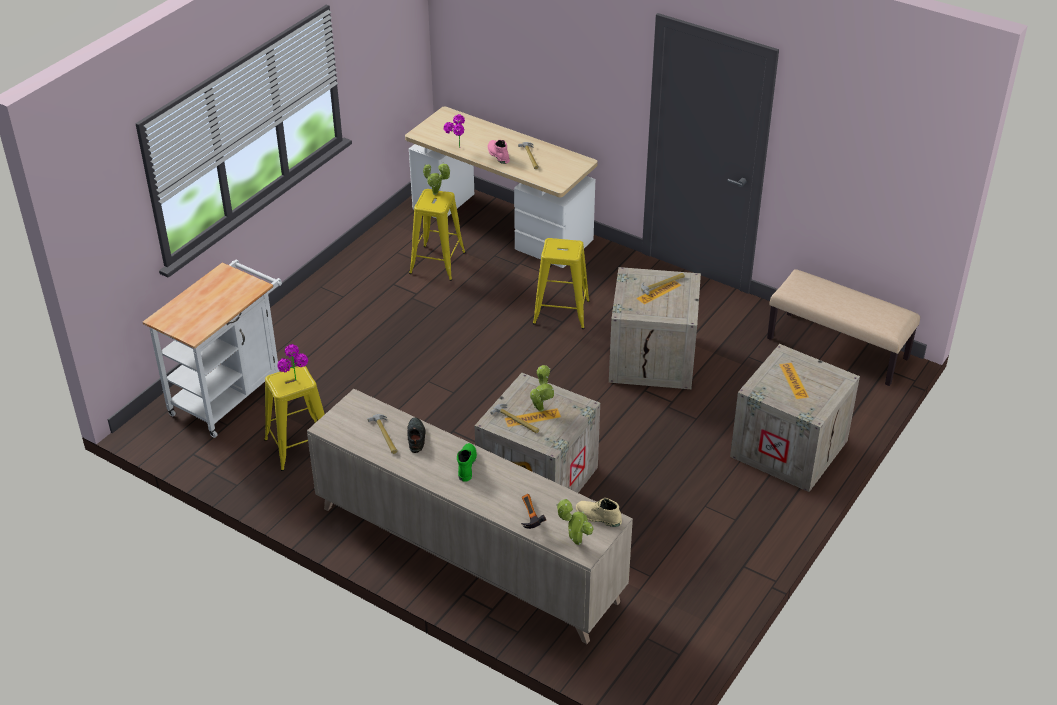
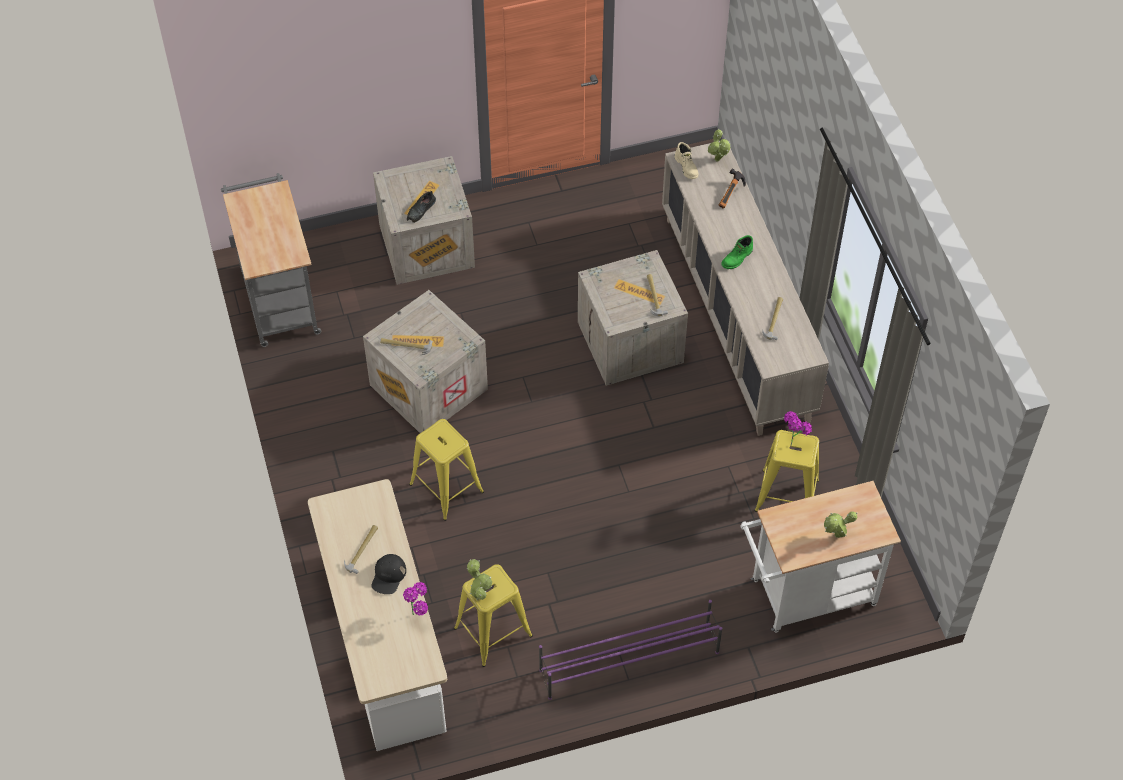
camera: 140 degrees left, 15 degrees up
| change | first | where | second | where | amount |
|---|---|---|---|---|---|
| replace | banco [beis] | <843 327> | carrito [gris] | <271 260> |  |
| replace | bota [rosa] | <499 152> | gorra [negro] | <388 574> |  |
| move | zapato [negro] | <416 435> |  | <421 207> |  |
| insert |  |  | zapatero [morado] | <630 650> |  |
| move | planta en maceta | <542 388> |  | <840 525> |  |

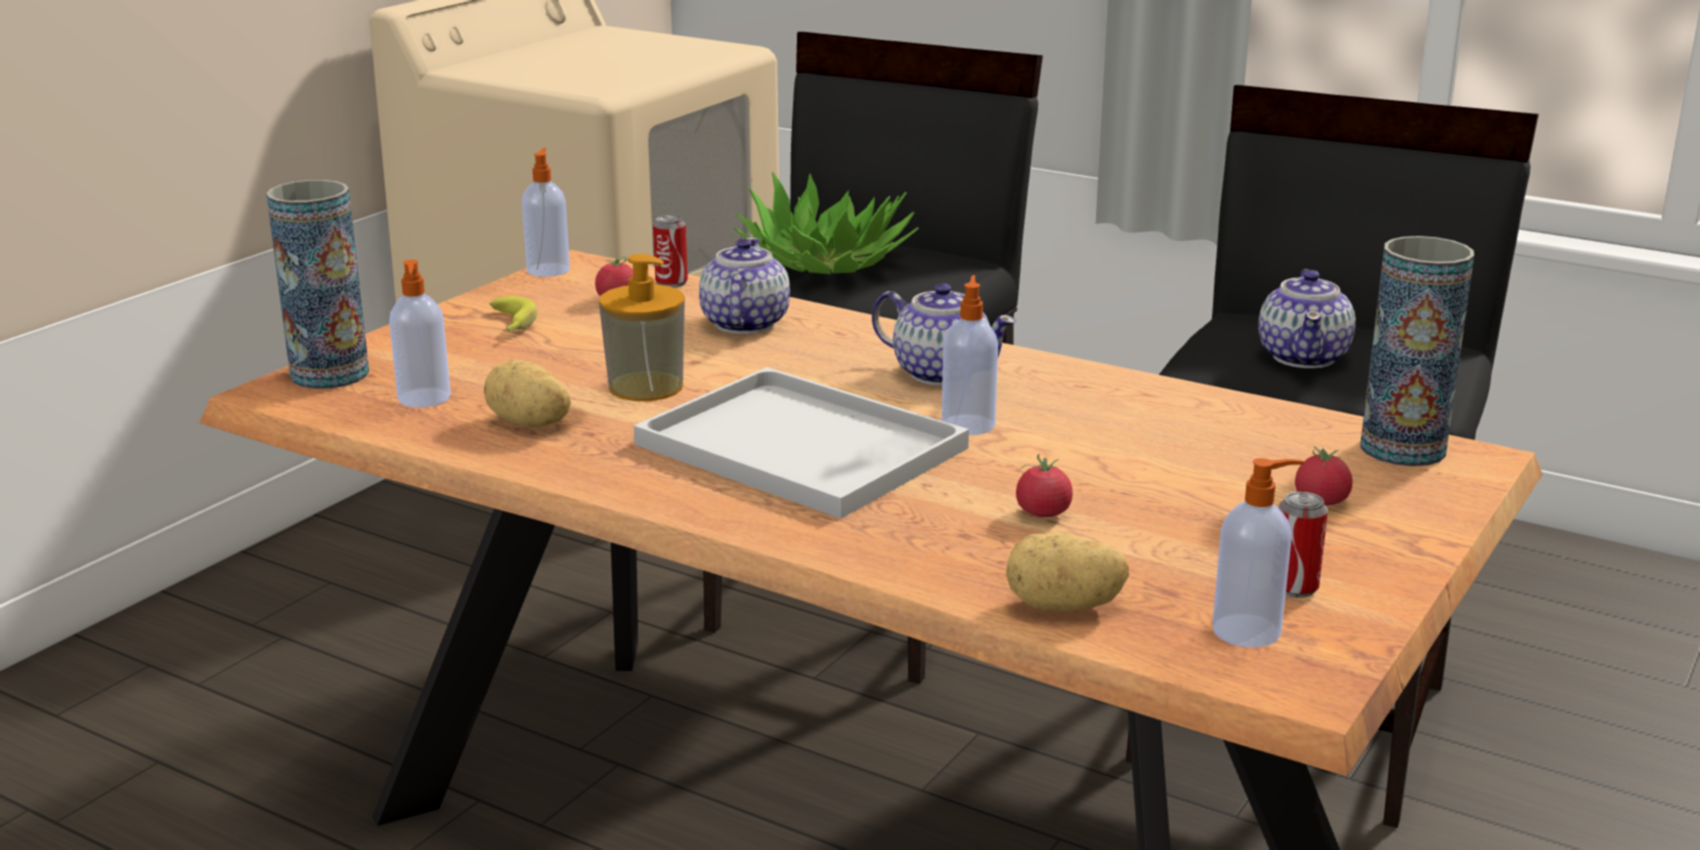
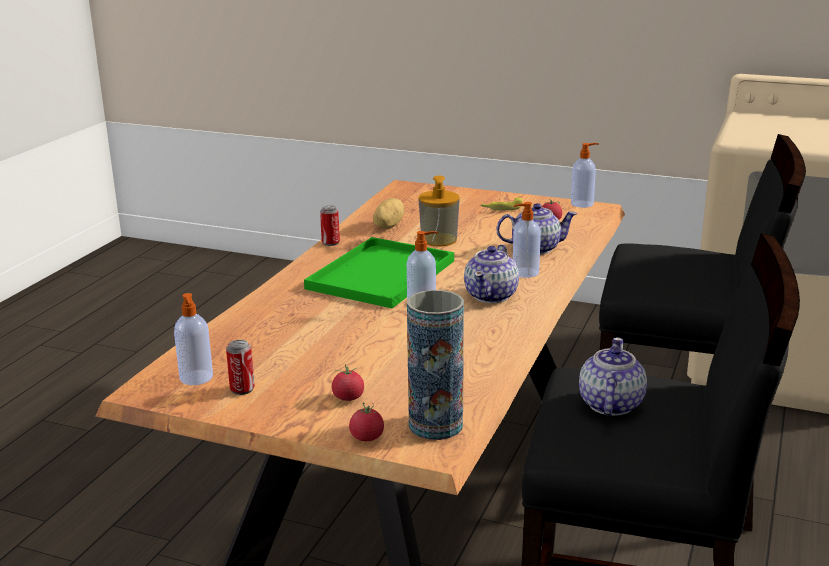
camera: 80 degrees right, 0 degrees up
| change | first | where | second | where | amount |
|---|---|---|---|---|---|
| recolor | bandeja [blanco] | <801 443> | bandeja [verde] | <379 272> |  |
| move | lata | <670 251> |  | <330 225> |  |
| move | tomate | <1044 485> |  | <366 422> |  |
| move | dispensador de jabón | <420 334> |  | <527 240> |  |
| rotate | tetera | <1307 318> |  | <613 377> | 105 degrees clockwise |
| delete | florero | <317 284> |  |  |  |
| delete | planta en maceta | <826 223> |  |  |  |
| delete | patata | <1067 572> |  |  |  |

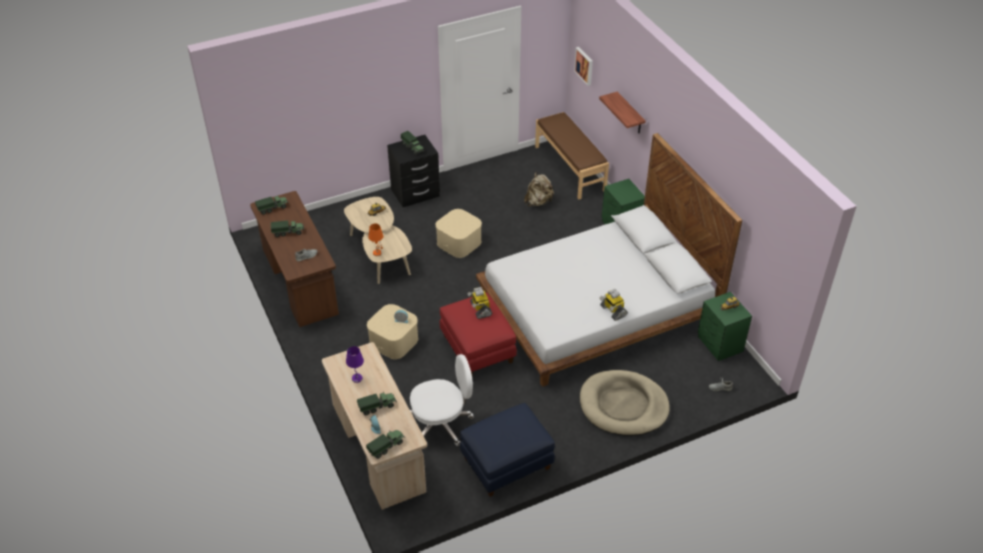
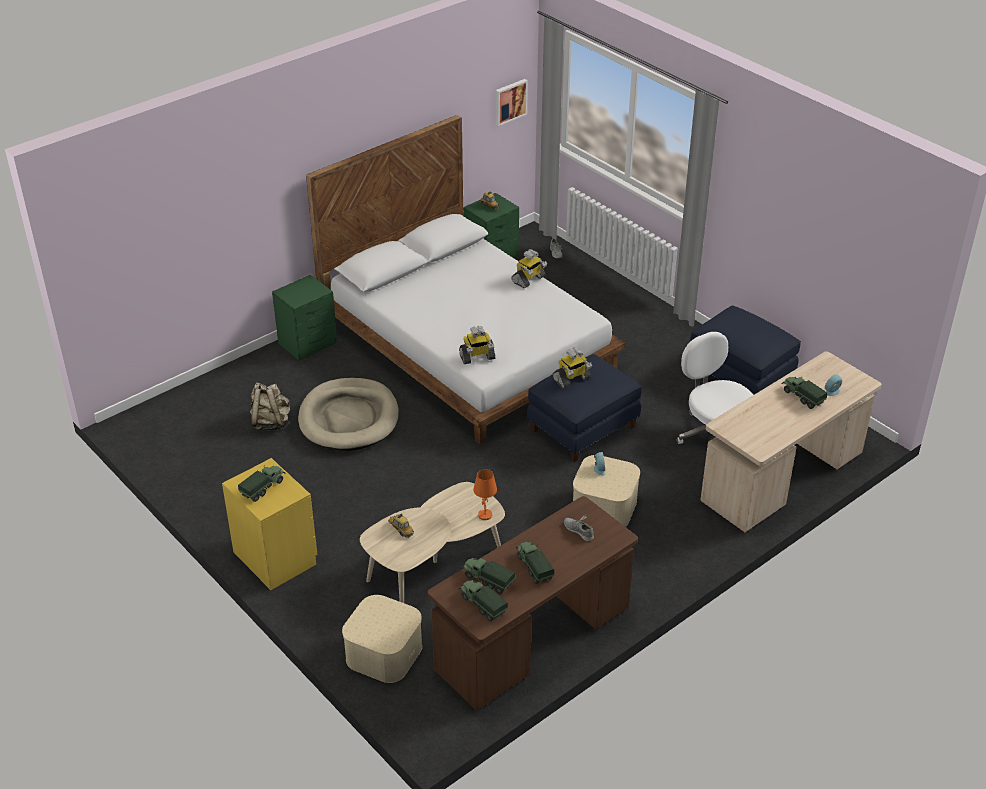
camera: 105 degrees left, 5 degrees down
| change | first | where | second | where | amount |
|---|---|---|---|---|---|
| recolor | mesita de noche [negro] | <413 171> | mesita de noche [amarillo] | <269 524> |  |
| move | cama para perro [beis] | <625 403> |  | <348 414> |  |
| move | caja de almacenaje [beis] | <459 233> |  | <382 639> |  |
| insert |  |  | robot de juguete | <477 345> |  |
| move | camión de juguete | <385 444> |  | <488 575> |  |
| move | cuadro | <583 66> |  | <512 102> |  |
| recolor | puf [rojo] | <478 333> | puf [azul] | <584 408> |  |
| delete | lámpara de mesa [morado] | <355 364> |  |  |  |
| delete | banco [marrón] | <572 156> |  |  |  |
| delete | estante | <622 112> |  |  |  |

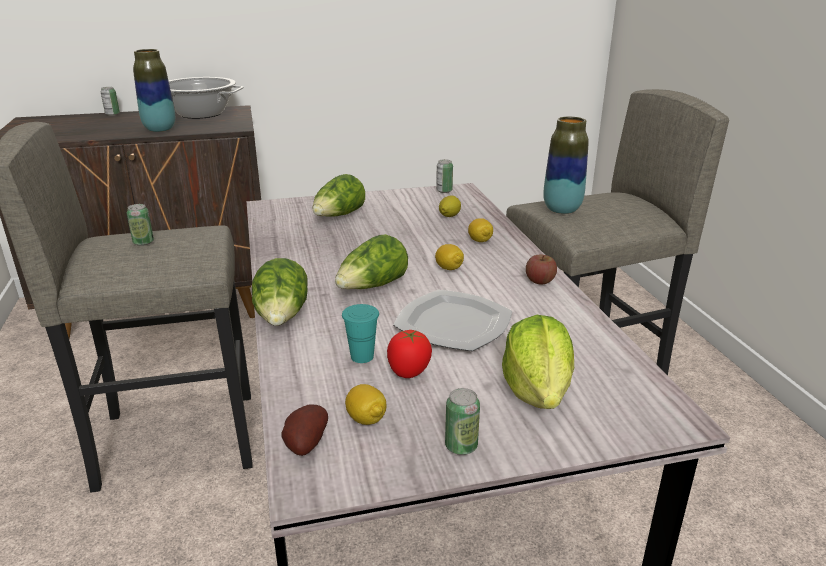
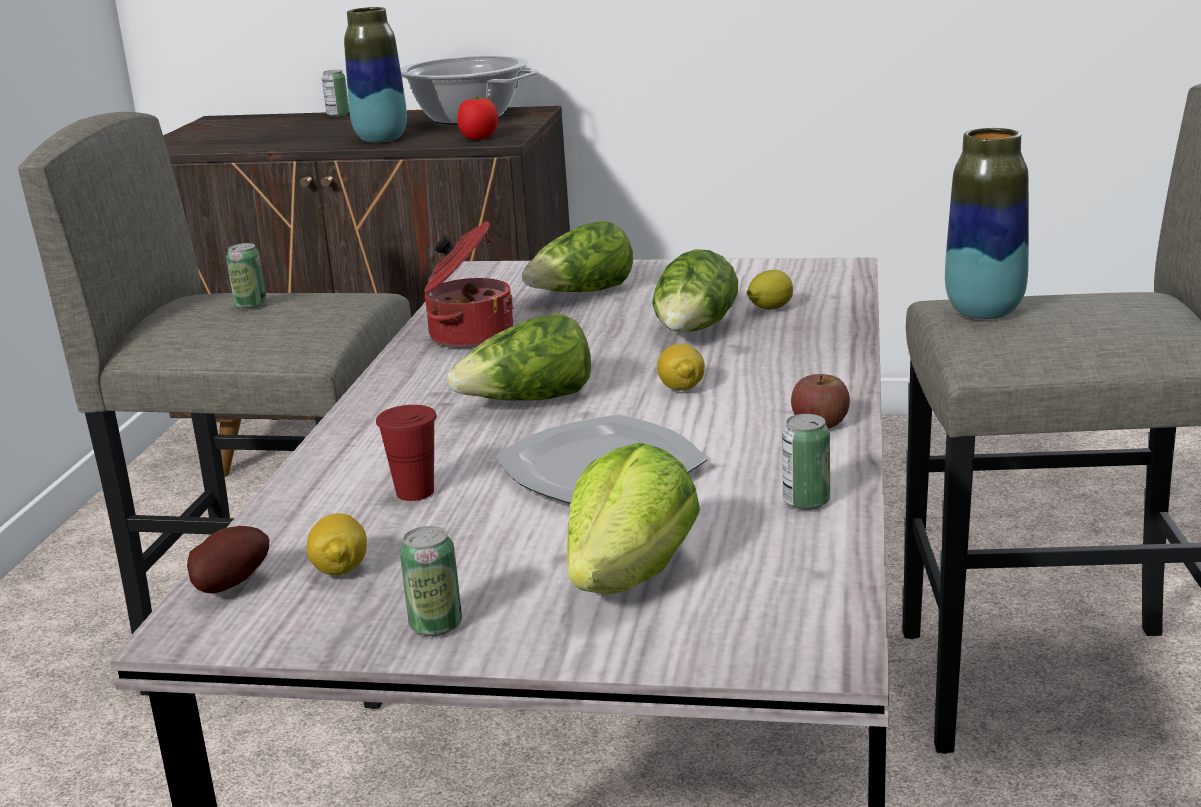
camera: 25 degrees right, 5 degrees down
| change | first | where | second | where | amount |
|---|---|---|---|---|---|
| recolor | taza [turquesa] | <360 333> | taza [rojo] | <406 453> |  |
| insert |  |  | olla | <469 284> |  |
| move | tomate | <409 354> |  | <477 118> |  |
| move | lechuga | <280 292> |  | <695 290> |  |
| move | lata | <444 176> |  | <806 462> |  |
| delete | limón | <480 230> |  |  |  |

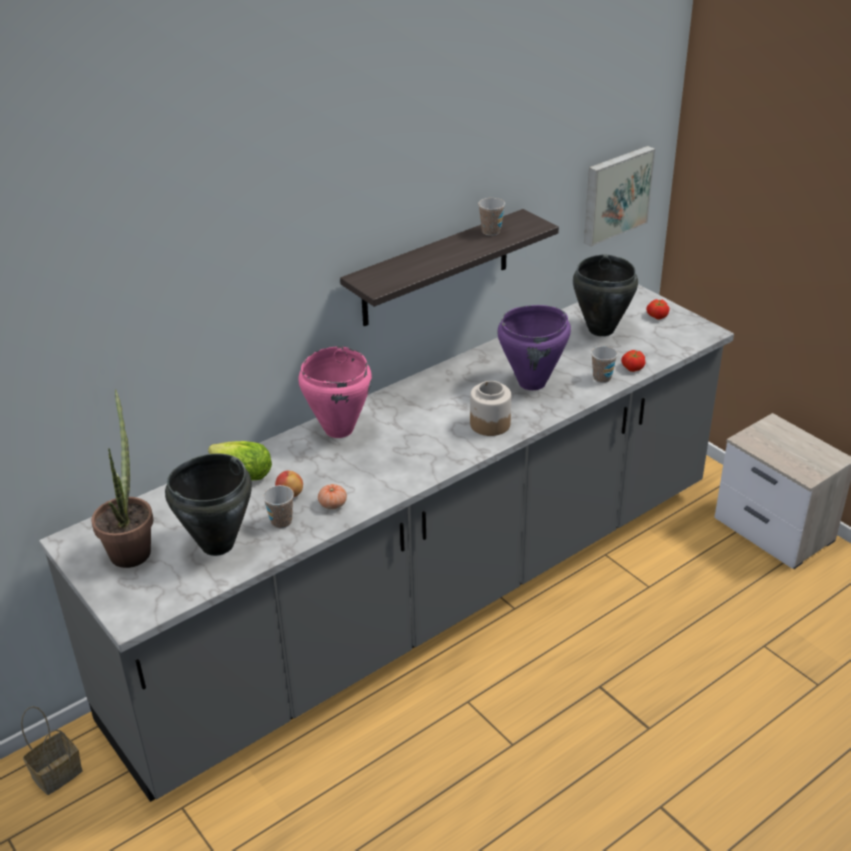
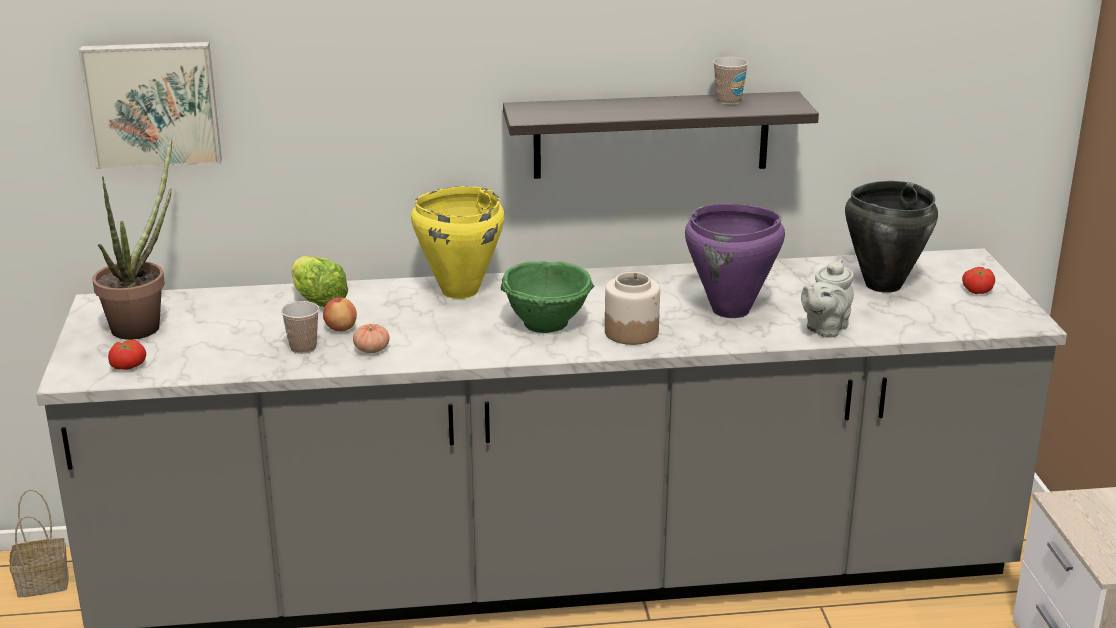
camera: 30 degrees right, 10 degrees down
| change | first | where | second | where | amount |
|---|---|---|---|---|---|
| move | cuadro | <619 196> |  | <150 105> |  |
| move | tomate | <633 361> |  | <127 354> |  |
| recolor | olla [rosa] | <335 392> | olla [amarillo] | <458 242> |  |
| insert |  |  | cuenco [verde] | <547 297> |  |
| replace | taza | <604 364> | tetera [gris] | <827 298> |  |
| delete | olla [negro] | <208 504> |  |  |  |

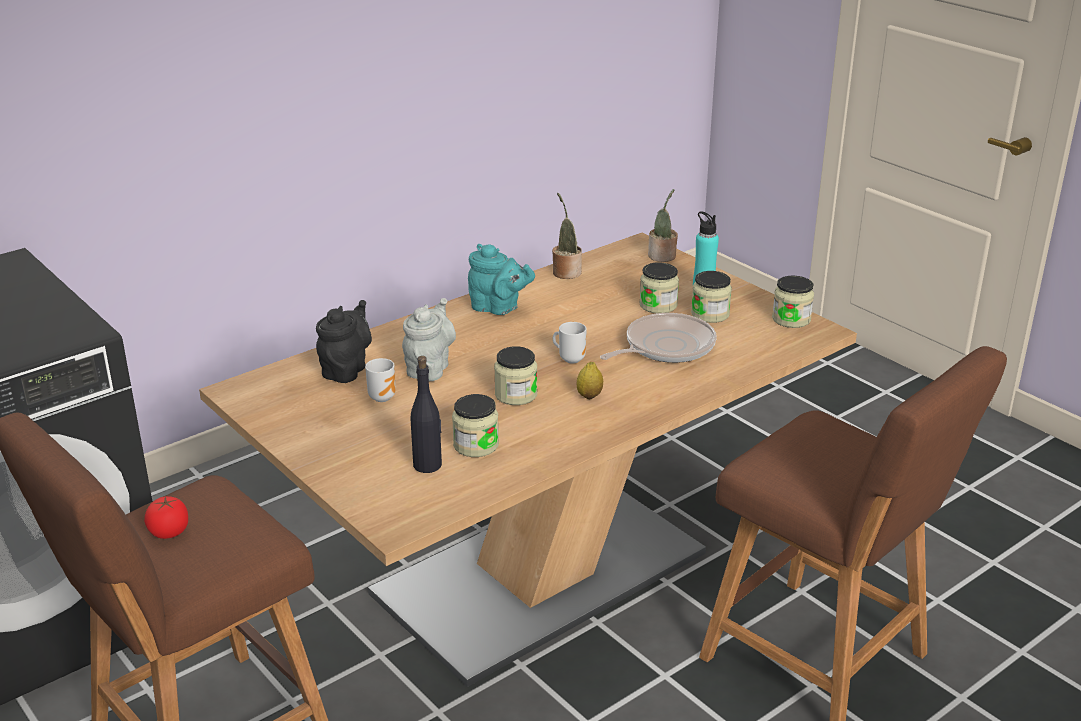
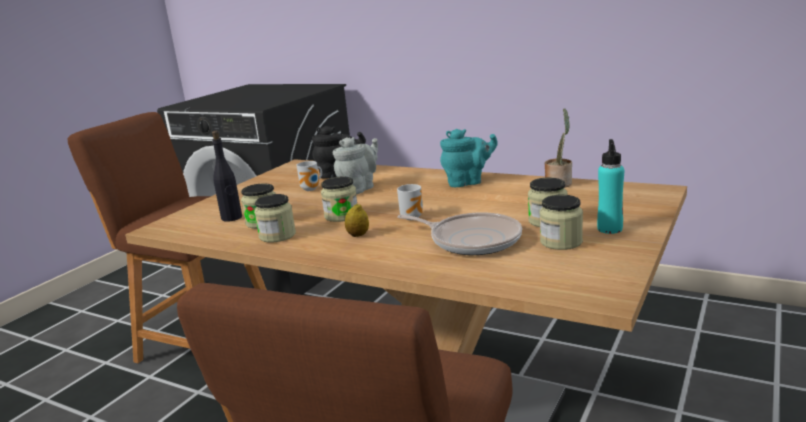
camera: 70 degrees right, 10 degrees down
| change | first | where | second | where | amount |
|---|---|---|---|---|---|
| move | tarro | <793 302> |  | <275 218> |  |
| rotate | tetera [gris] | <429 339> |  | <355 166> | 45 degrees counterclockwise |
| rotate | tetera [turquesa] | <501 279> |  | <469 158> | 105 degrees counterclockwise |
| delete | tomate | <166 517> |  |  |  |
| delete | planta en maceta | <663 225> |  |  |  |

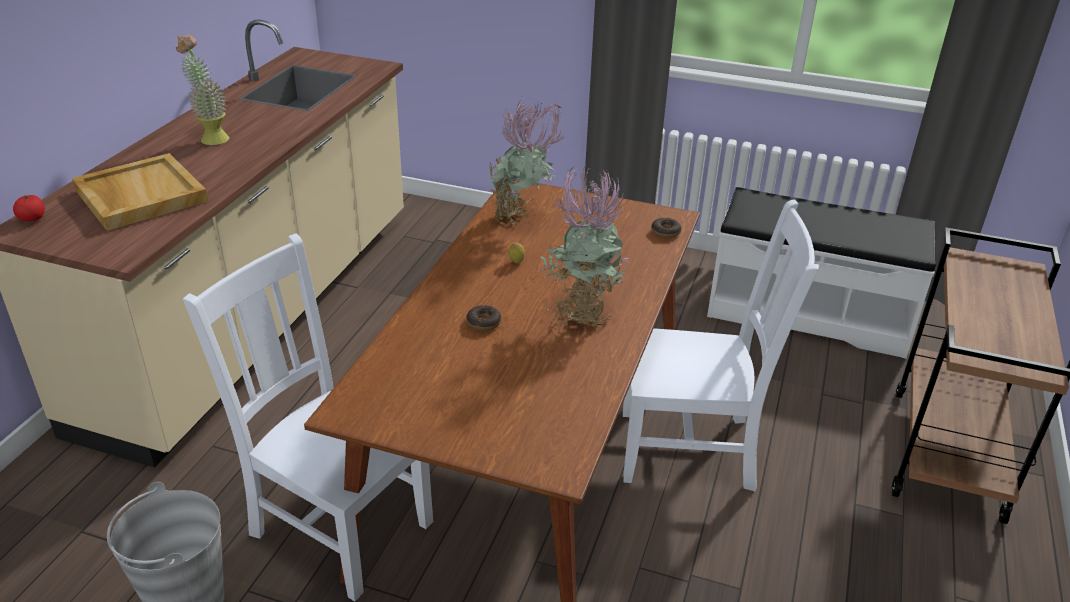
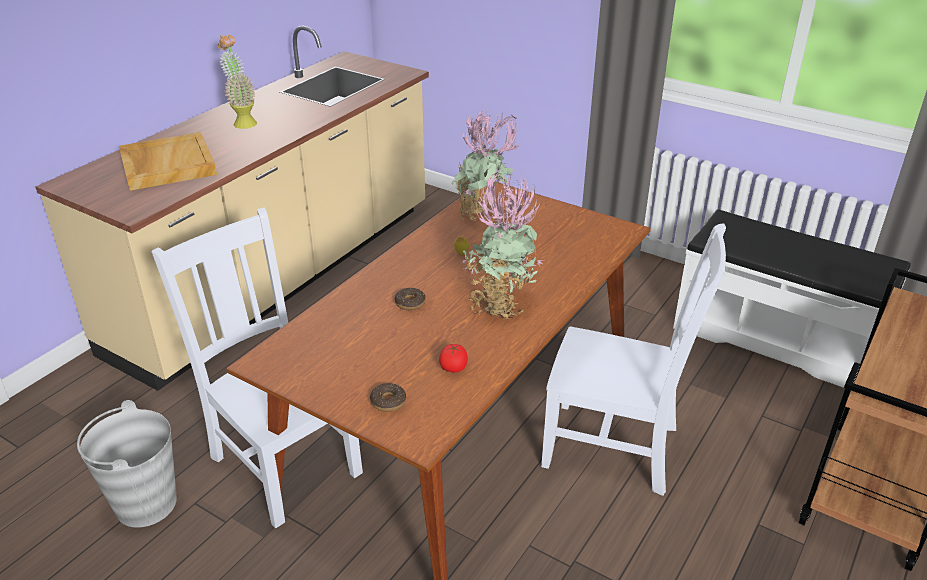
camera: 15 degrees right, 0 degrees up
| change | first | where | second | where | amount |
|---|---|---|---|---|---|
| move | rosquilla | <666 228> |  | <388 397> |  |
| move | tomate | <29 208> |  | <453 358> |  |

